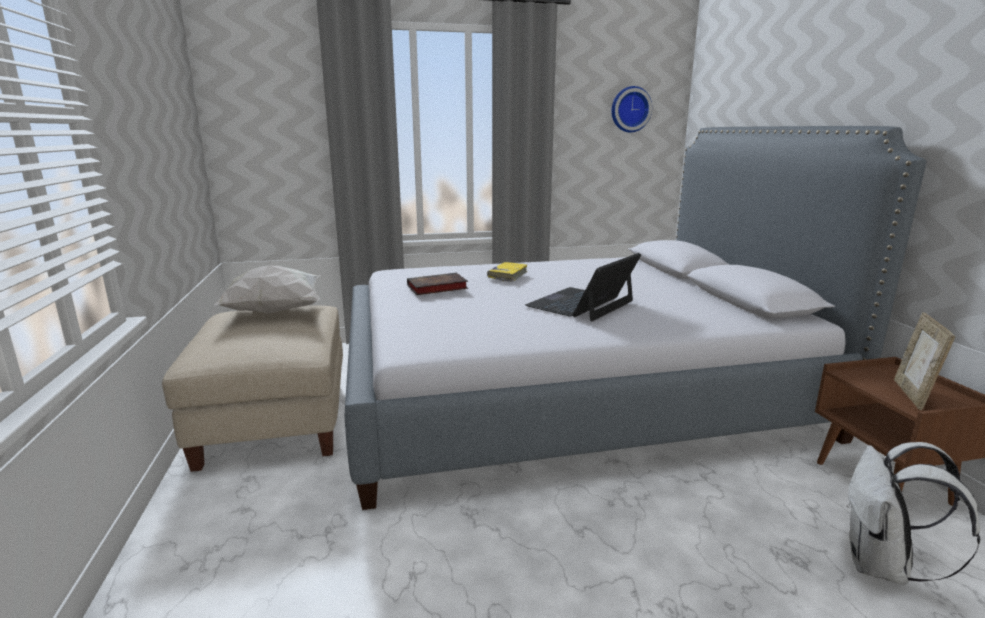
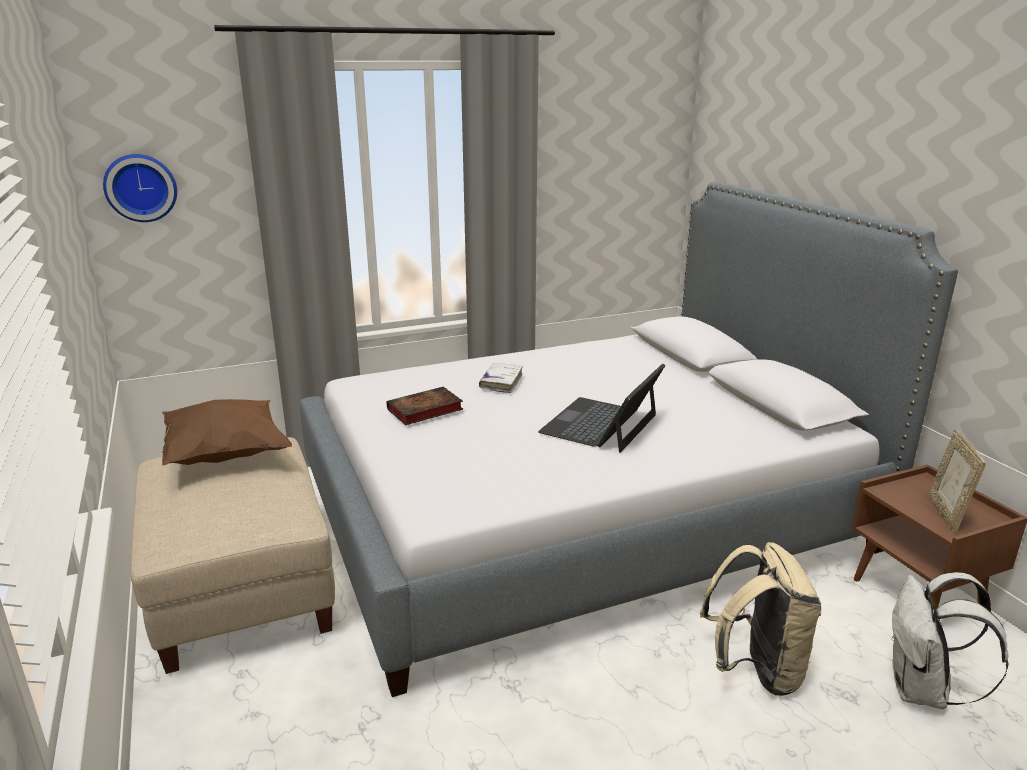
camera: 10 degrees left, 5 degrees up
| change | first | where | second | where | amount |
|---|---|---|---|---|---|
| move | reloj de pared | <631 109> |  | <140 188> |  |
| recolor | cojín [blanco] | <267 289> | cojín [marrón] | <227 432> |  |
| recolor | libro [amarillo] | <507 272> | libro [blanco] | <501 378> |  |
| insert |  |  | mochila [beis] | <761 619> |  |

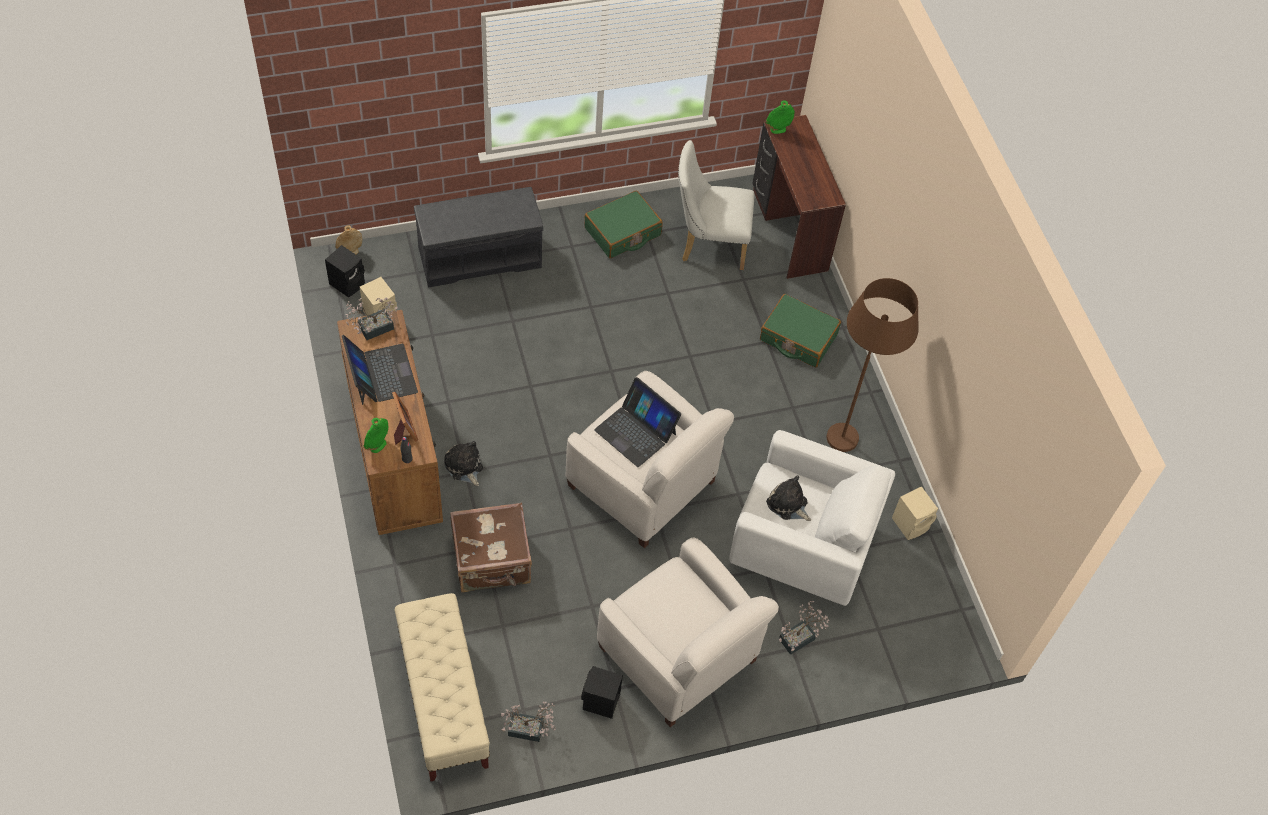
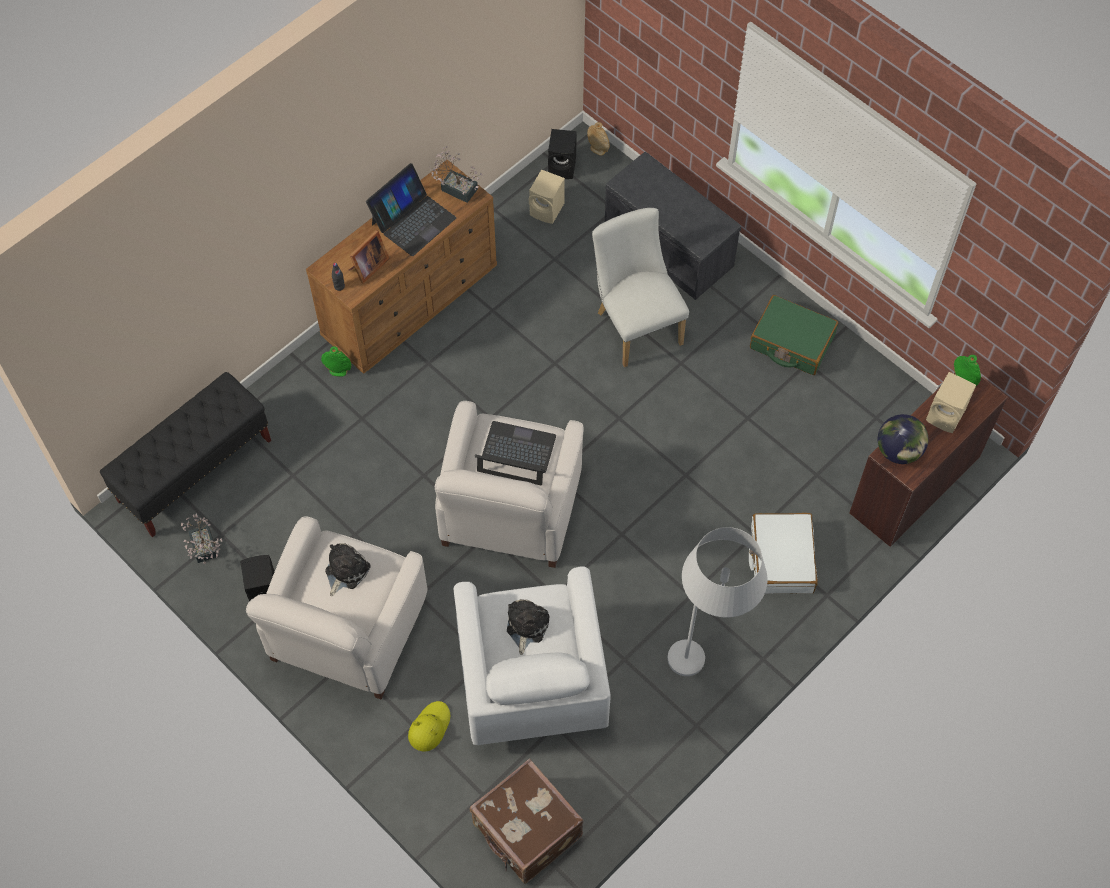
camera: 65 degrees right, 5 degrees up
| change | first | where | second | where | amount |
|---|---|---|---|---|---|
| recolor | banco [beis] | <442 687> | banco [negro] | <185 454> |  |
| move | florero [verde] | <376 435> |  | <336 361> |  |
| move | peluche | <463 463> |  | <348 570> |  |
| replace | planta en maceta | <804 628> | sombrero [amarillo] | <429 726> |  |
| move | maleta [marrón] | <491 548> |  | <526 821> |  |
| rotate | portátil | <637 422> |  | <515 453> | 90 degrees clockwise |
| move | silla [blanco] | <716 205> |  | <640 287> |  |
| recolor | lámpara de pie [marrón] | <873 365> | lámpara de pie [blanco] | <717 601> |  |
| recolor | maleta [verde] | <800 331> | maleta [blanco] | <783 553> |  |
| insert |  |  | globo terráqueo | <903 439> |  |
| move | altavoz [beis] | <915 513> |  | <951 402> |  |

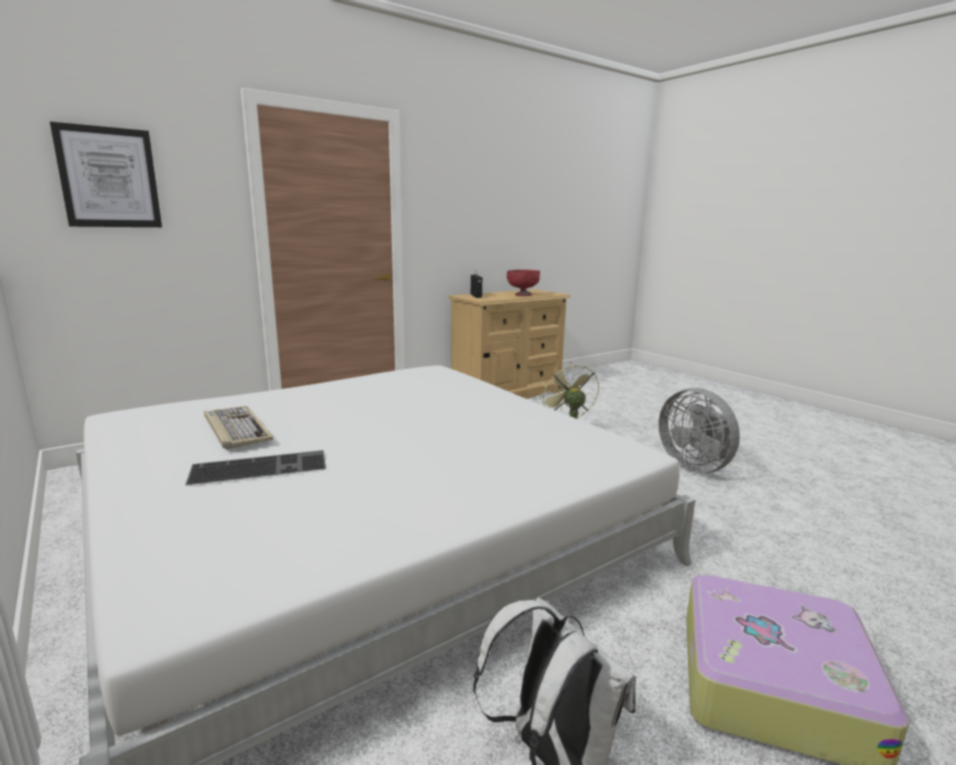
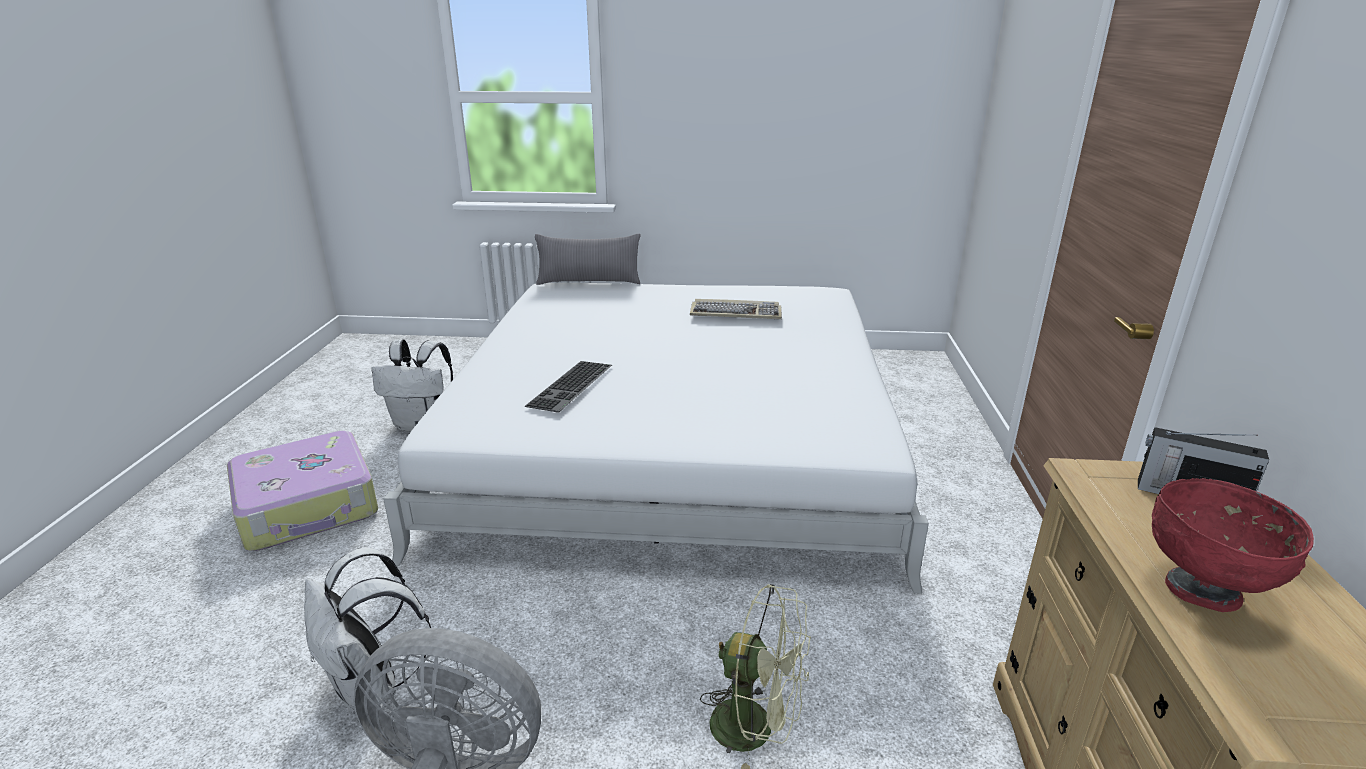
camera: 130 degrees right, 10 degrees up
| change | first | where | second | where | amount |
|---|---|---|---|---|---|
| insert |  |  | mochila [blanco] | <367 631> |  |
| move | teclado | <255 467> |  | <568 387> |  |
| insert |  |  | cojín [gris] | <588 259> |  |
| delete | cuadro | <106 174> |  |  |  |

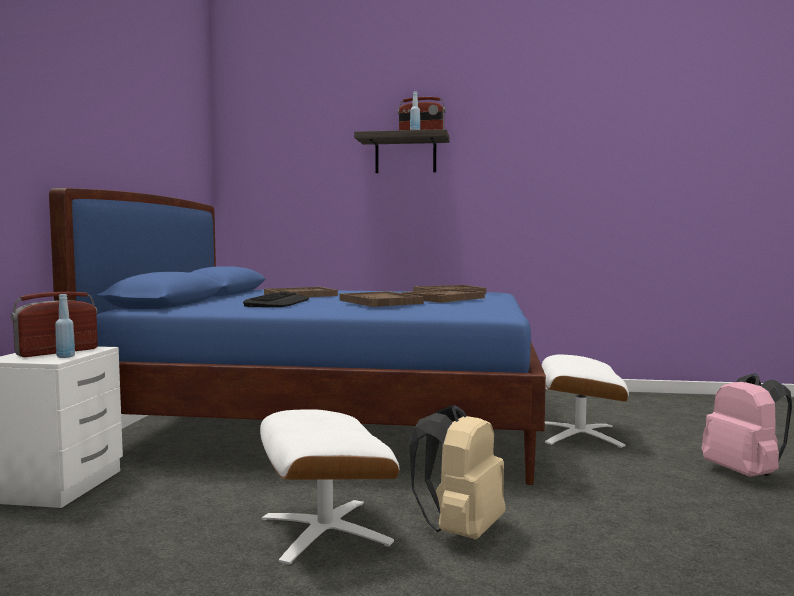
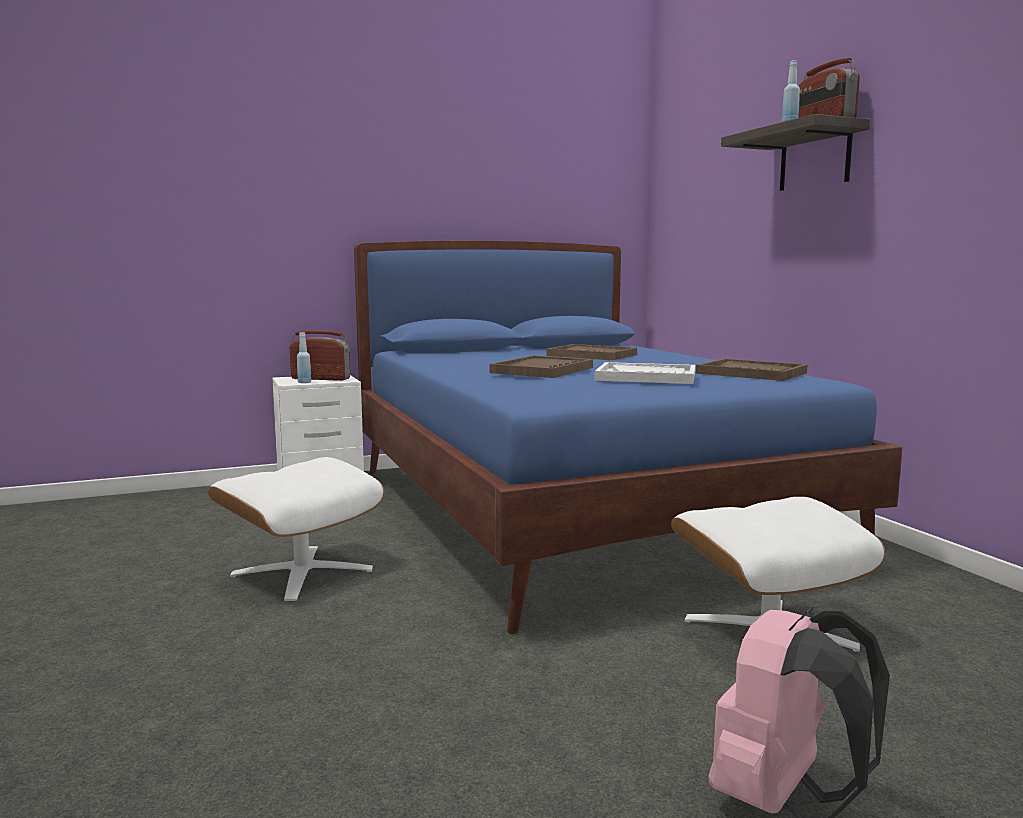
camera: 60 degrees right, 5 degrees up
| change | first | where | second | where | amount |
|---|---|---|---|---|---|
| recolor | bandeja [marrón] | <443 296> | bandeja [blanco] | <645 373> |  |
| delete | teclado | <276 299> |  |  |  |
| delete | mochila [beis] | <457 472> |  |  |  |

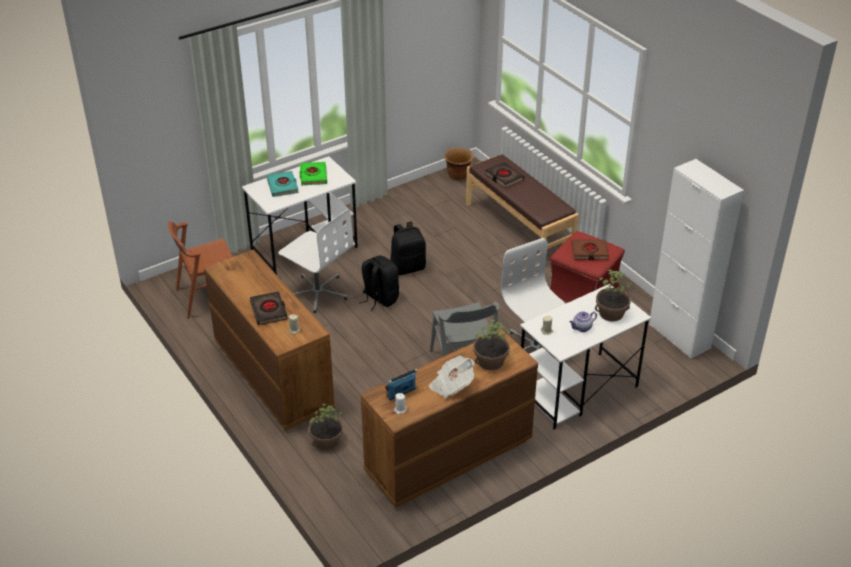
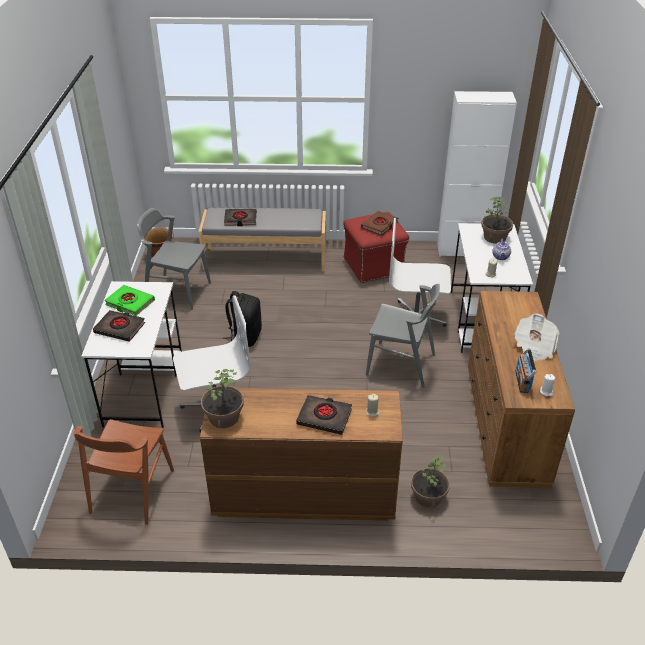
camera: 55 degrees left, 0 degrees up
| change | first | where | second | where | amount |
|---|---|---|---|---|---|
| recolor | libro [turquesa] | <282 184> | libro [negro] | <119 326> |  |
| insert |  |  | silla [gris] | <174 259> |  |
| recolor | banco [marrón] | <522 203> | banco [gris] | <262 239> |  |
| move | planta en maceta | <492 344> |  | <222 398> |  |
| delete | mochila [negro] | <379 283> |  |  |  |

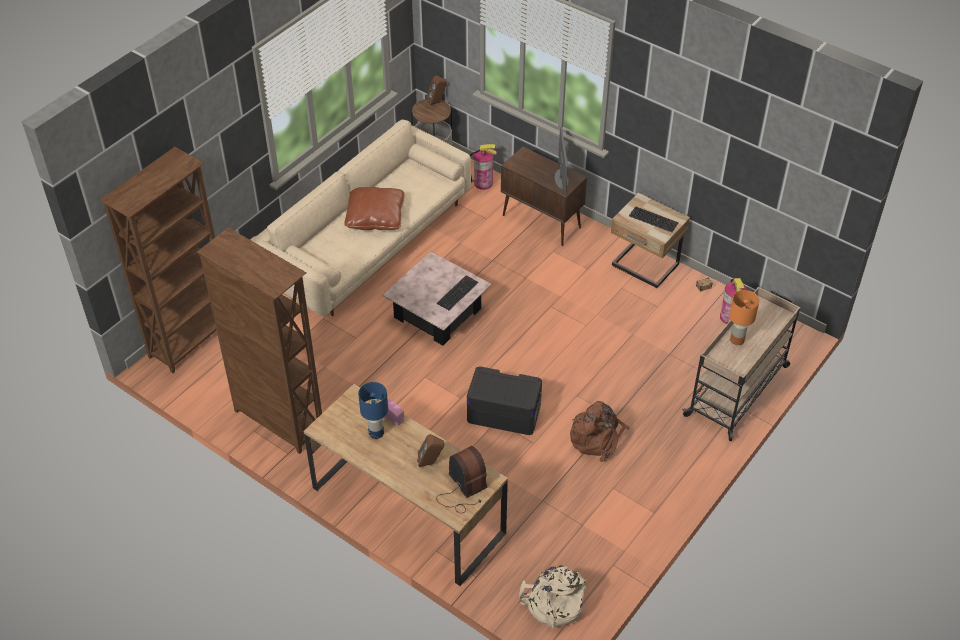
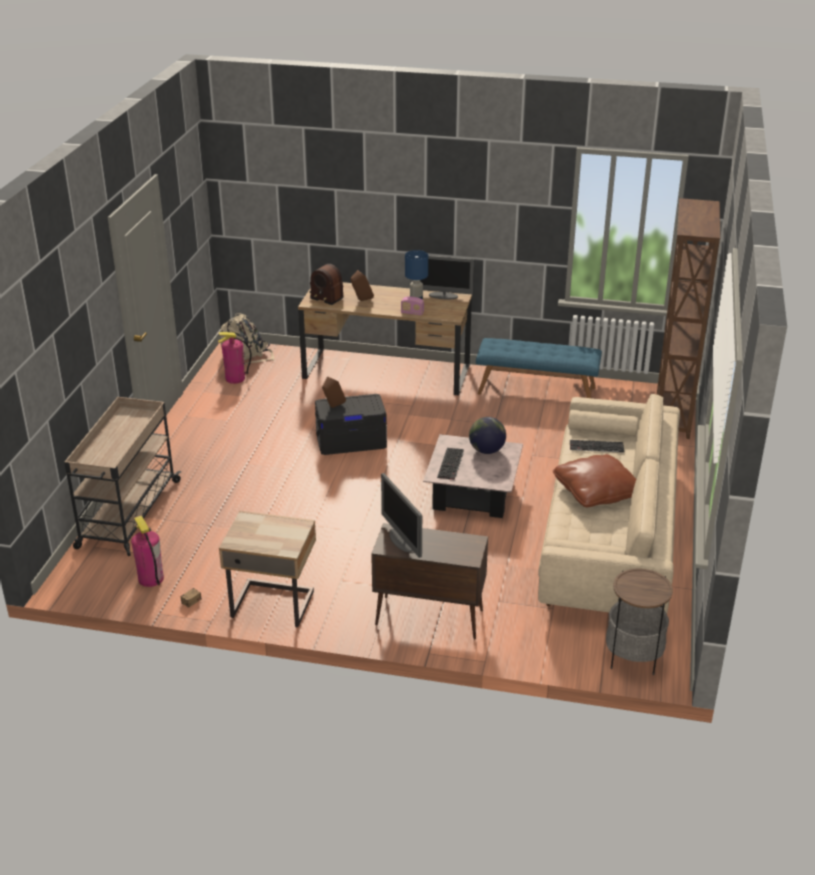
camera: 155 degrees right, 15 degrees down
| change | first | where | second | where | amount |
|---|---|---|---|---|---|
| move | extintor | <483 167> |  | <234 358> |  |
| move | altavoz [marrón] | <436 90> |  | <334 392> |  |
| insert |  |  | monitor | <447 277> |  |
| insert |  |  | globo terráqueo | <487 435> |  |
| replace | estantería [marrón] | <259 340> | banco [azul] | <539 368> |  |
| move | teclado | <654 219> |  | <597 446> |  |
| delete | mochila [marrón] | <600 431> |  |  |  |
| delete | lámpara de mesa [naranja] | <744 317> |  |  |  |

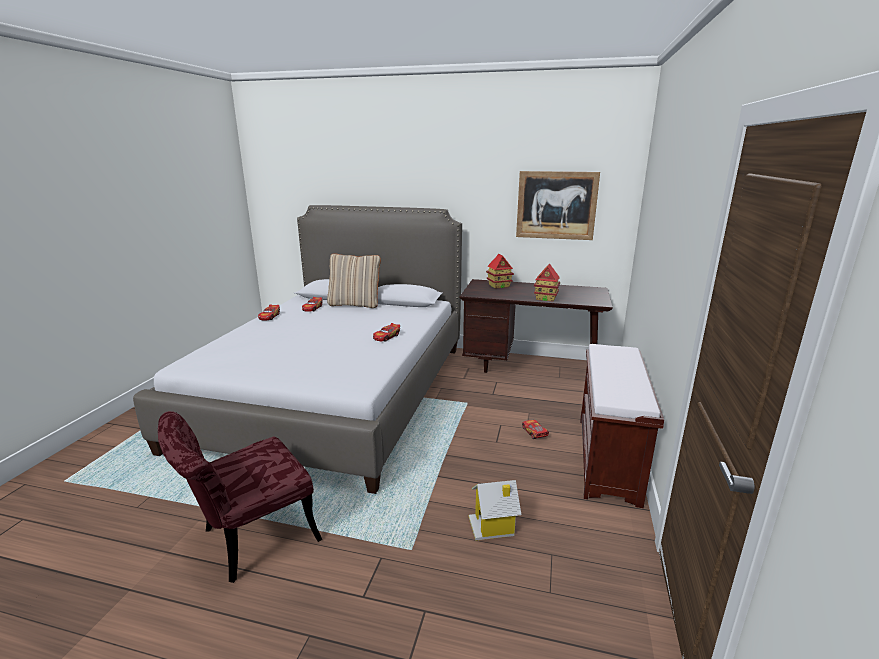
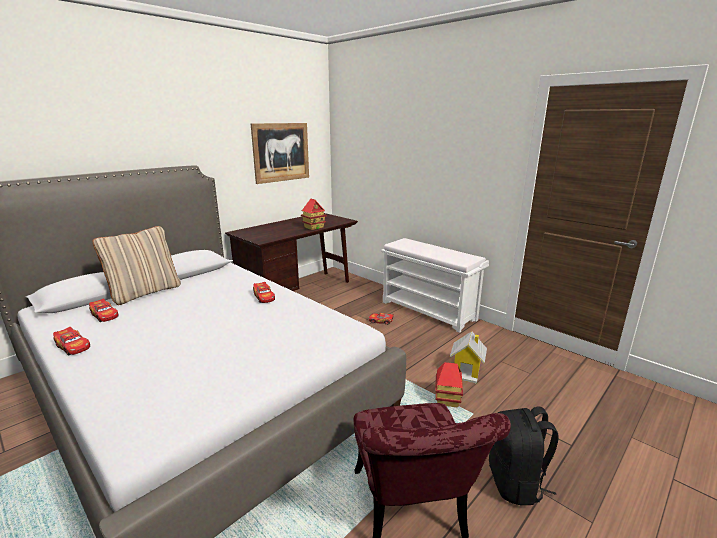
camera: 60 degrees left, 0 degrees up
| change | first | where | second | where | amount |
|---|---|---|---|---|---|
| recolor | banco [marrón] | <622 426> | banco [blanco] | <435 285> |  |
| move | casita | <500 271> |  | <449 385> |  |
| insert |  |  | mochila [negro] | <524 455> |  |

